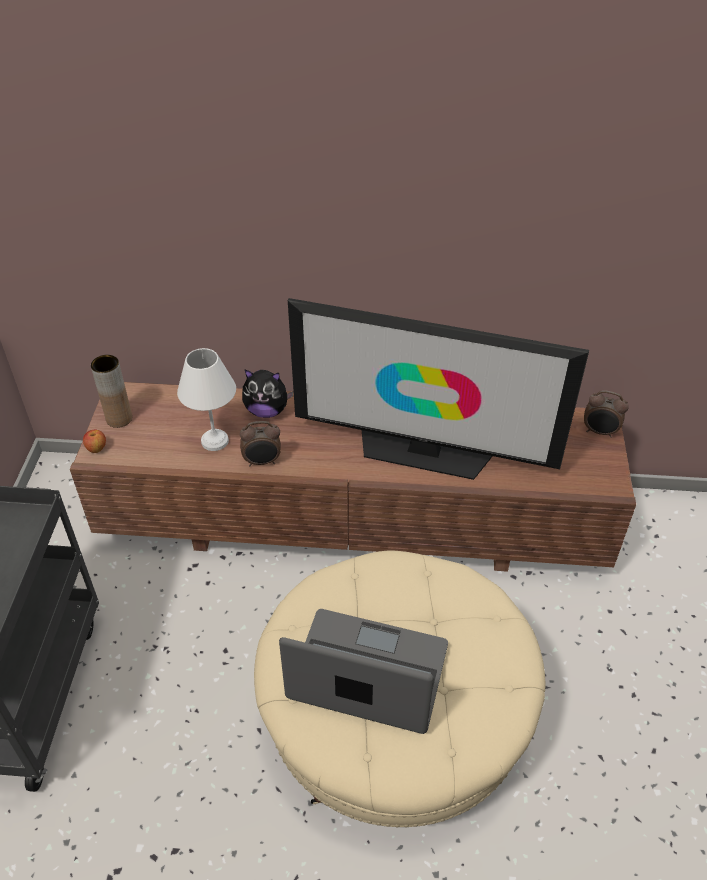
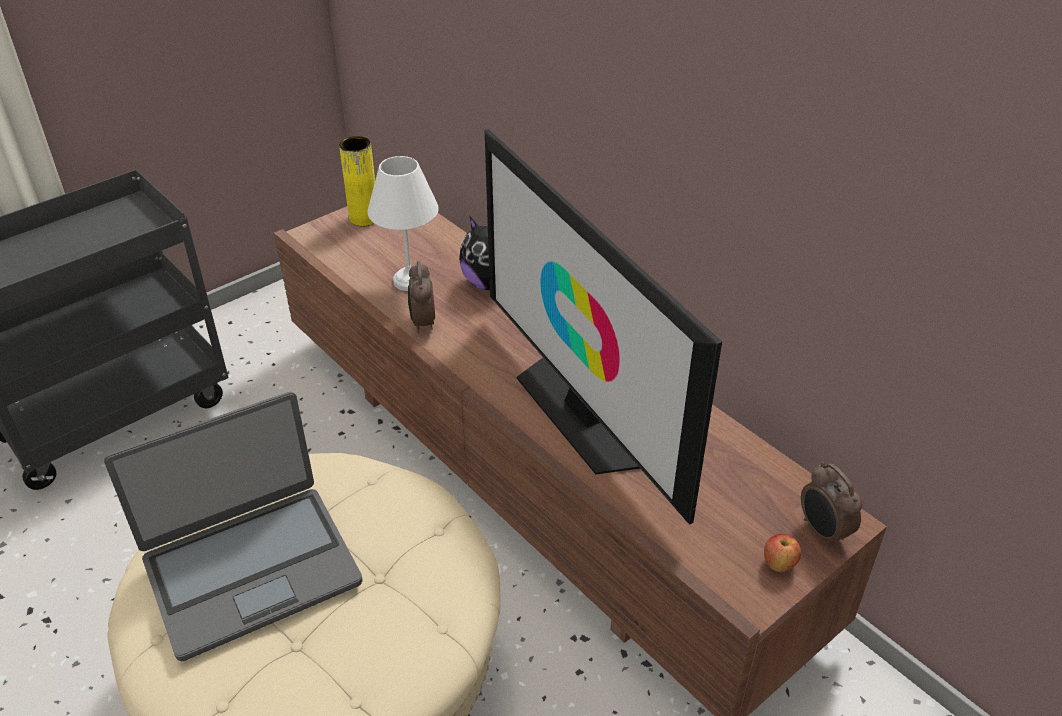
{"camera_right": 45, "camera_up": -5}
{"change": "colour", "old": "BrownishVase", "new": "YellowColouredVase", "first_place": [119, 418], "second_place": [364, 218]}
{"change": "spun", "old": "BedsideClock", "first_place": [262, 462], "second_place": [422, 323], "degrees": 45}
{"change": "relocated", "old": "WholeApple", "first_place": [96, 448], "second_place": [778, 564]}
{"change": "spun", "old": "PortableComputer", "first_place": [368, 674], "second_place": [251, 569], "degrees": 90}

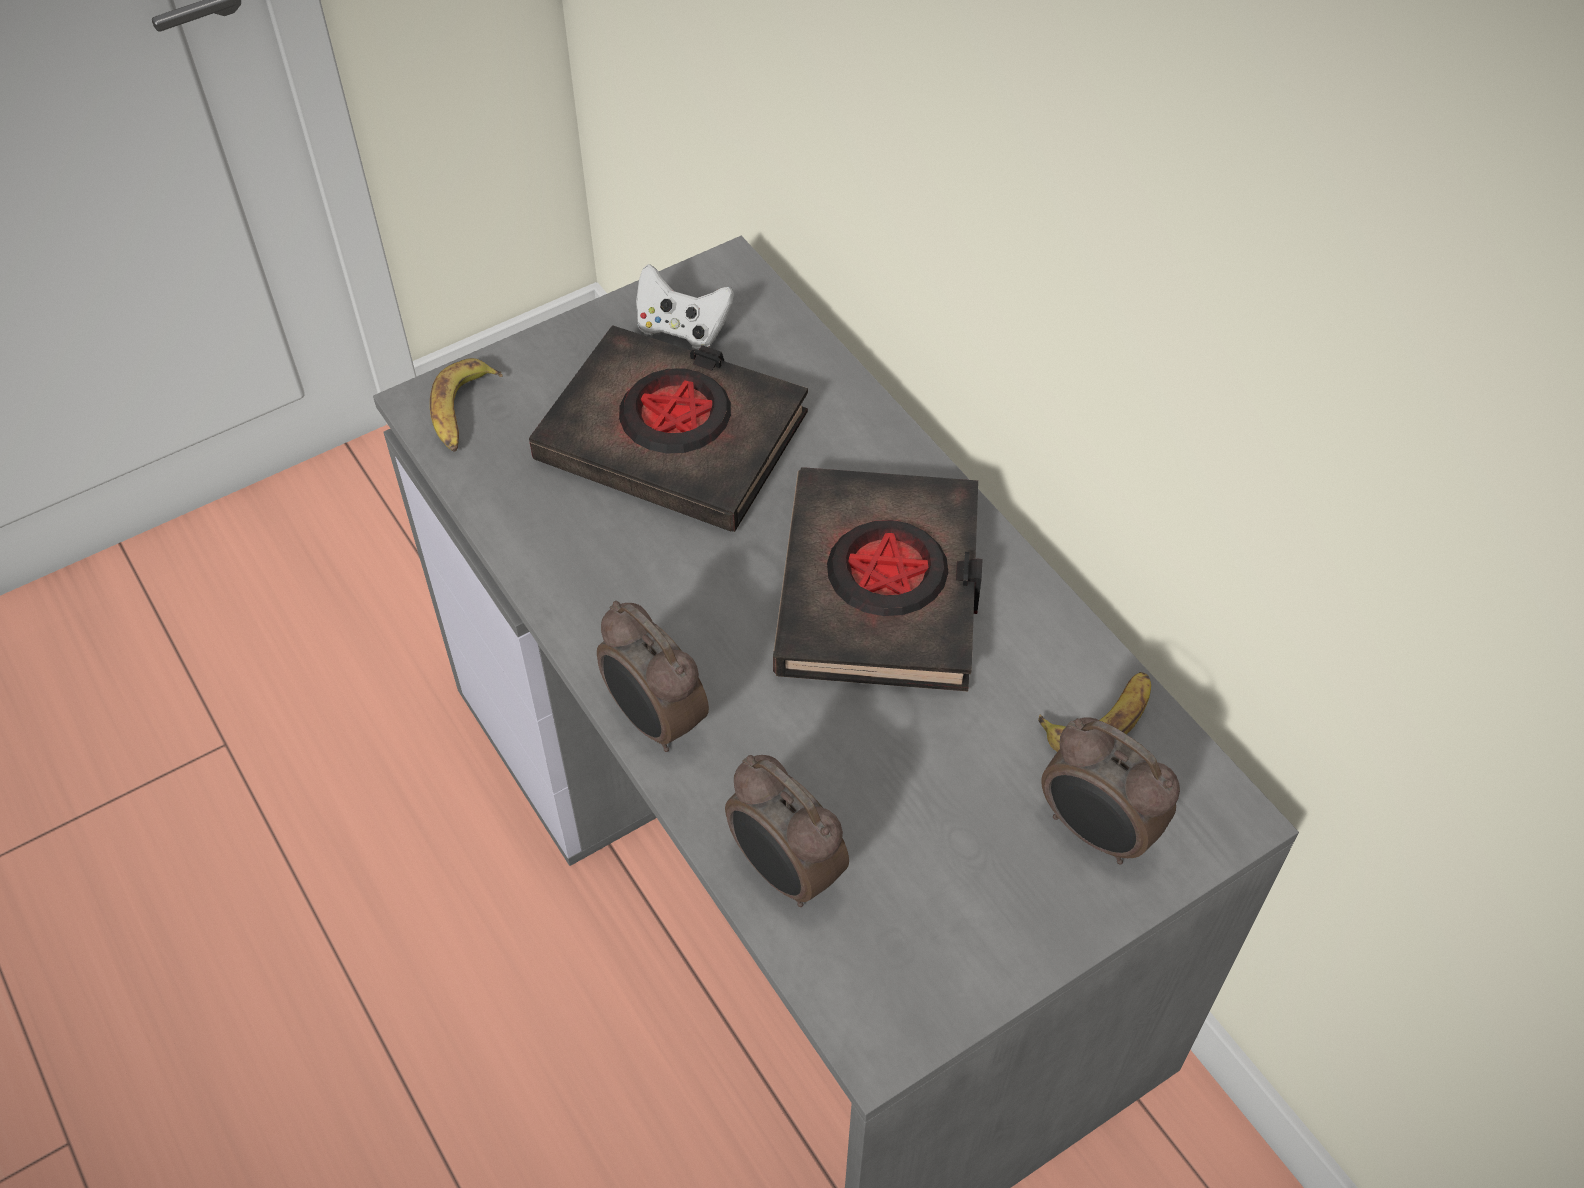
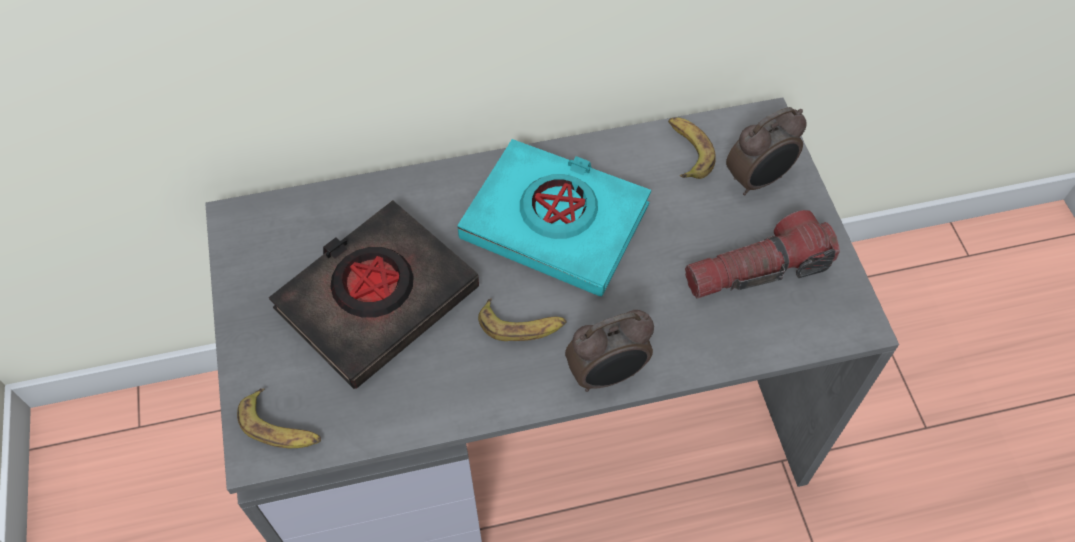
{"camera_right": -70, "camera_up": 5}
{"change": "missing", "old": "WhiteColouredGamepad", "first_place": [682, 329]}
{"change": "colour", "old": "BlackBook", "new": "TurquoiseColouredBook", "first_place": [881, 590], "second_place": [555, 222]}
{"change": "missing", "old": "BedsideClock", "first_place": [784, 872]}
{"change": "appeared", "new": "Flashlight", "second_place": [757, 270]}
{"change": "appeared", "new": "WholeBanana", "second_place": [522, 325]}

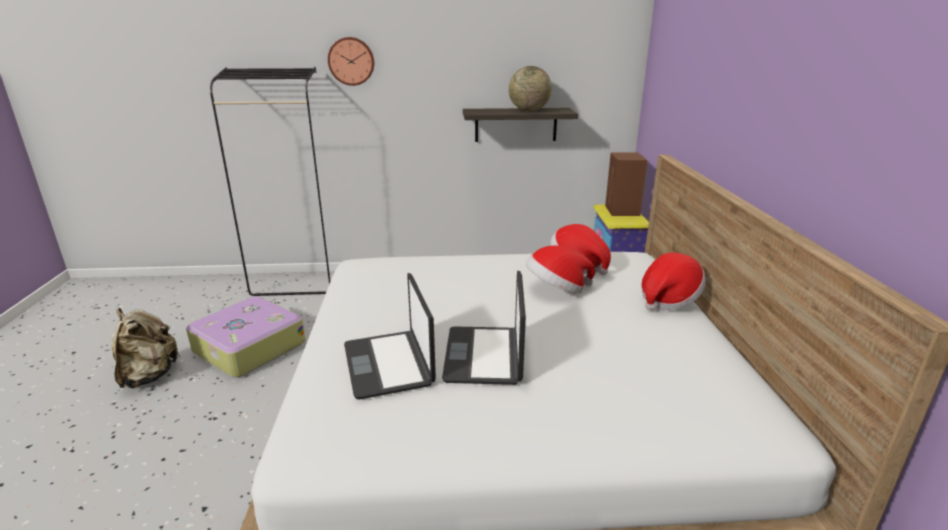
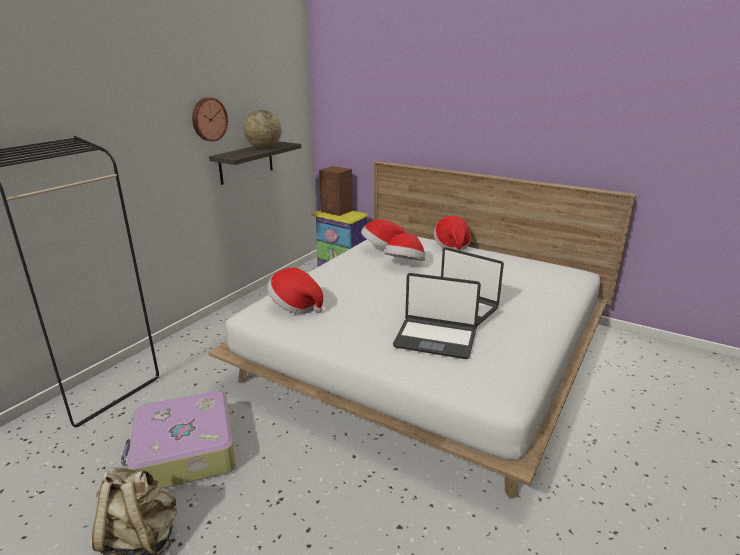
{"camera_right": -55, "camera_up": 0}
{"change": "relocated", "old": "ClockOnTheWall", "first_place": [351, 61], "second_place": [208, 119]}
{"change": "appeared", "new": "Hat", "second_place": [295, 306]}

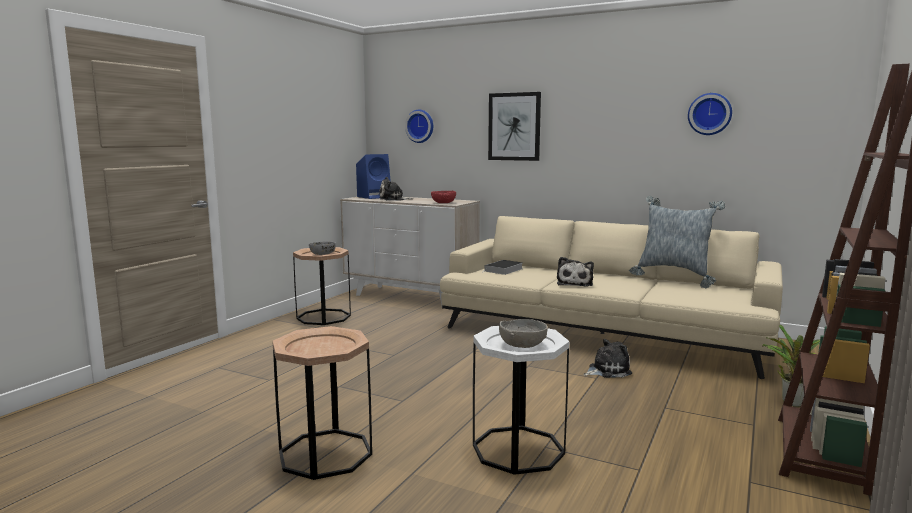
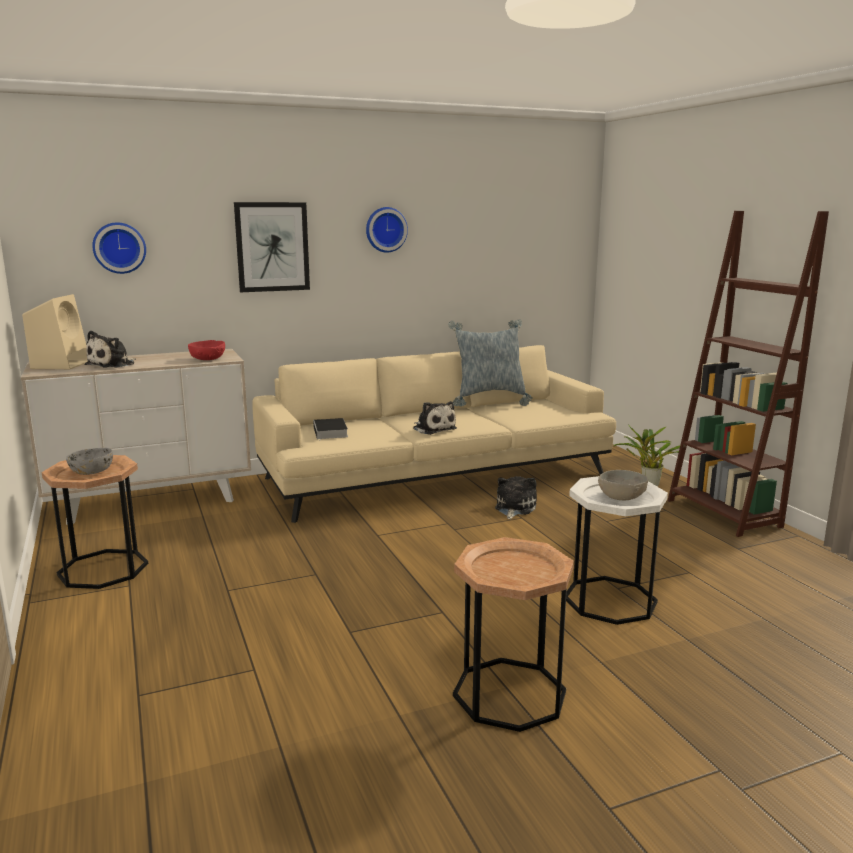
{"camera_right": -50, "camera_up": 5}
{"change": "relocated", "old": "ClockOnTheWall", "first_place": [710, 114], "second_place": [385, 229]}
{"change": "colour", "old": "BlueLoudspeaker", "new": "BeigeLoudspeaker", "first_place": [375, 197], "second_place": [61, 364]}

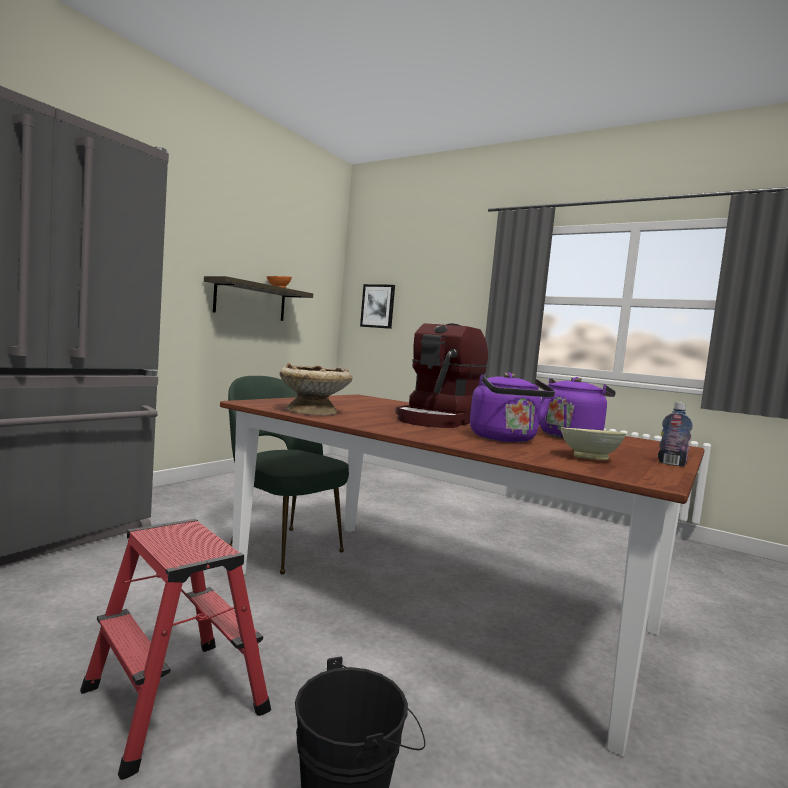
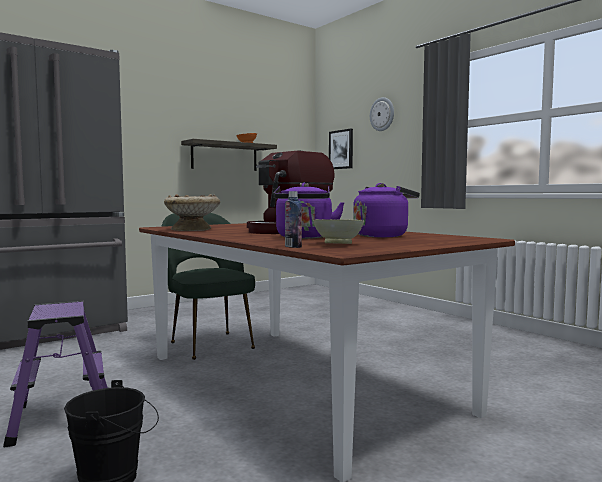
{"camera_right": 20, "camera_up": 0}
{"change": "relocated", "old": "Bottle", "first_place": [671, 464], "second_place": [293, 247]}
{"change": "colour", "old": "RedStepladder", "new": "PurpleColouredStepladder", "first_place": [175, 699], "second_place": [62, 417]}
{"change": "appeared", "new": "ClockOnTheWall", "second_place": [382, 114]}

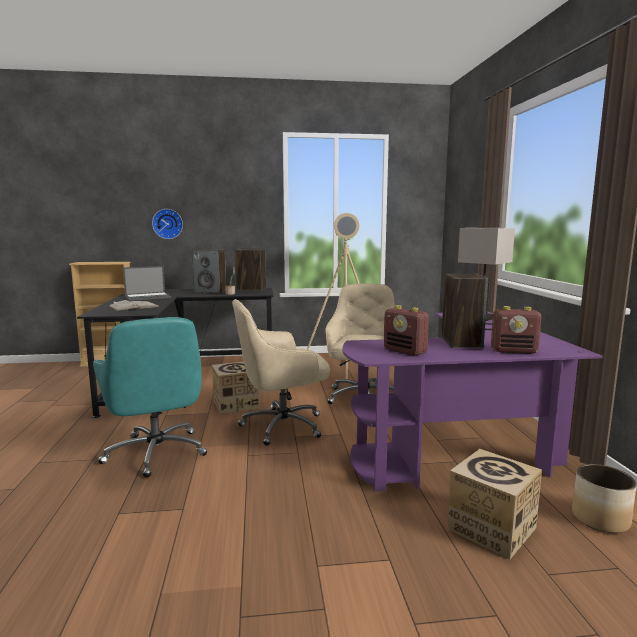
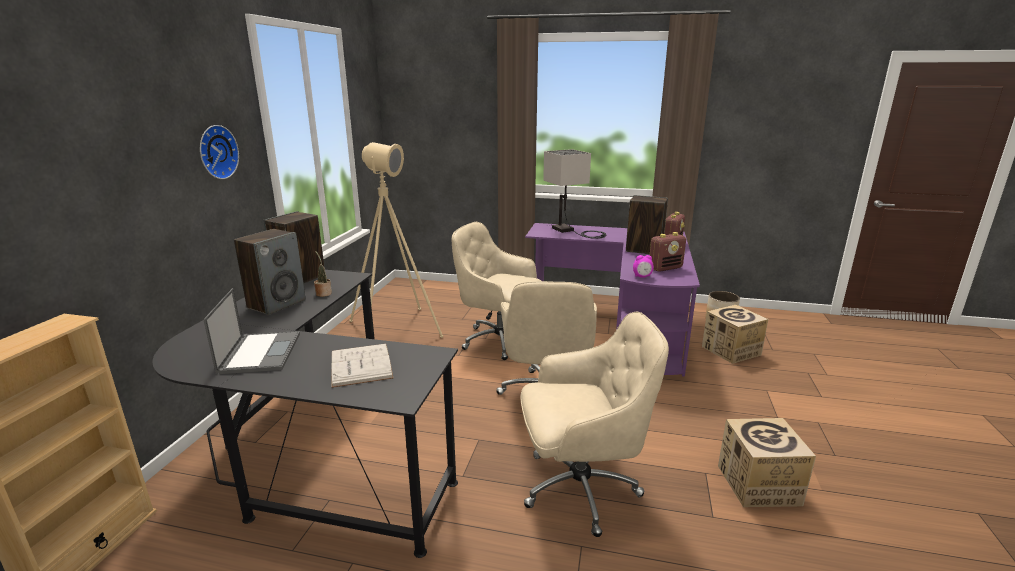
{"camera_right": -70, "camera_up": 10}
{"change": "relocated", "old": "ClockOnTheWall", "first_place": [168, 224], "second_place": [216, 152]}
{"change": "colour", "old": "TurquoiseColouredComputerChair", "new": "BeigeComputerChair", "first_place": [155, 452], "second_place": [580, 488]}
{"change": "relocated", "old": "PackingBox", "first_place": [235, 404], "second_place": [758, 485]}
{"change": "appeared", "new": "BedsideClock", "second_place": [642, 277]}

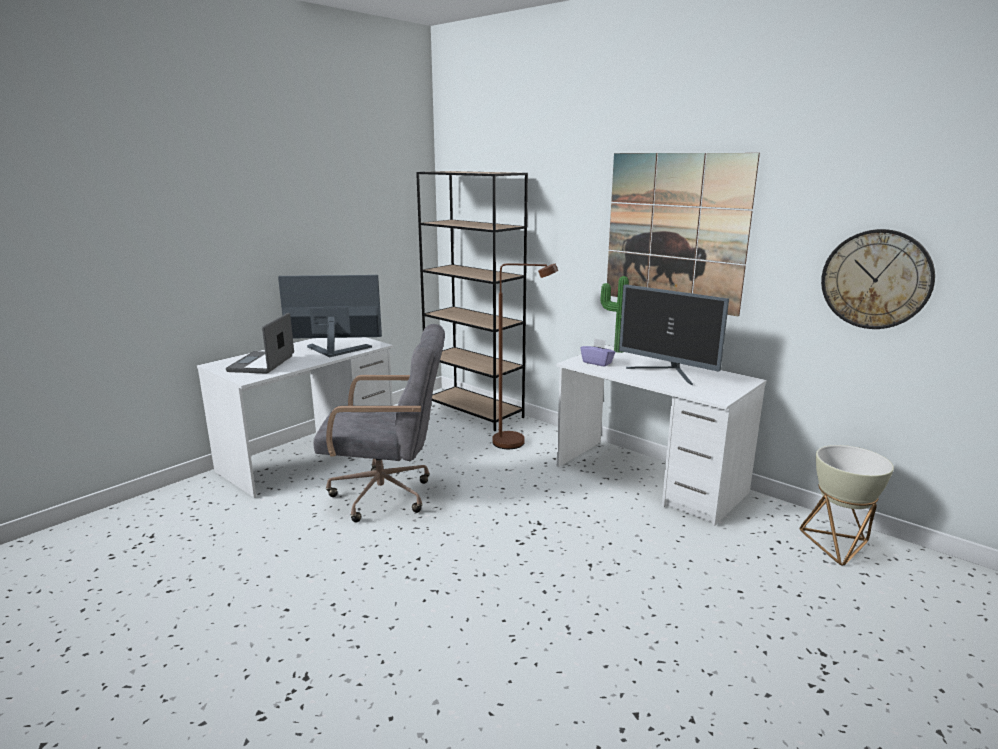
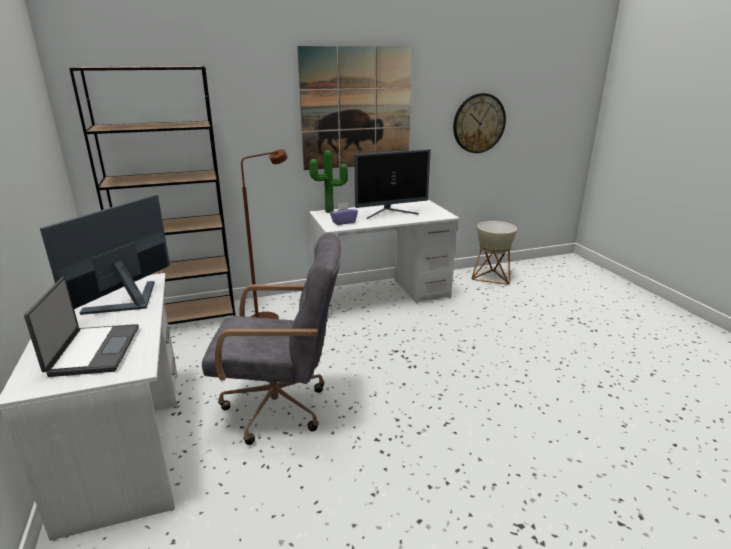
{"camera_right": -60, "camera_up": 5}
{"change": "spun", "old": "PortableComputer", "first_place": [263, 364], "second_place": [93, 351], "degrees": -135}
{"change": "spun", "old": "GrayComputerChair", "first_place": [387, 496], "second_place": [282, 409], "degrees": 60}

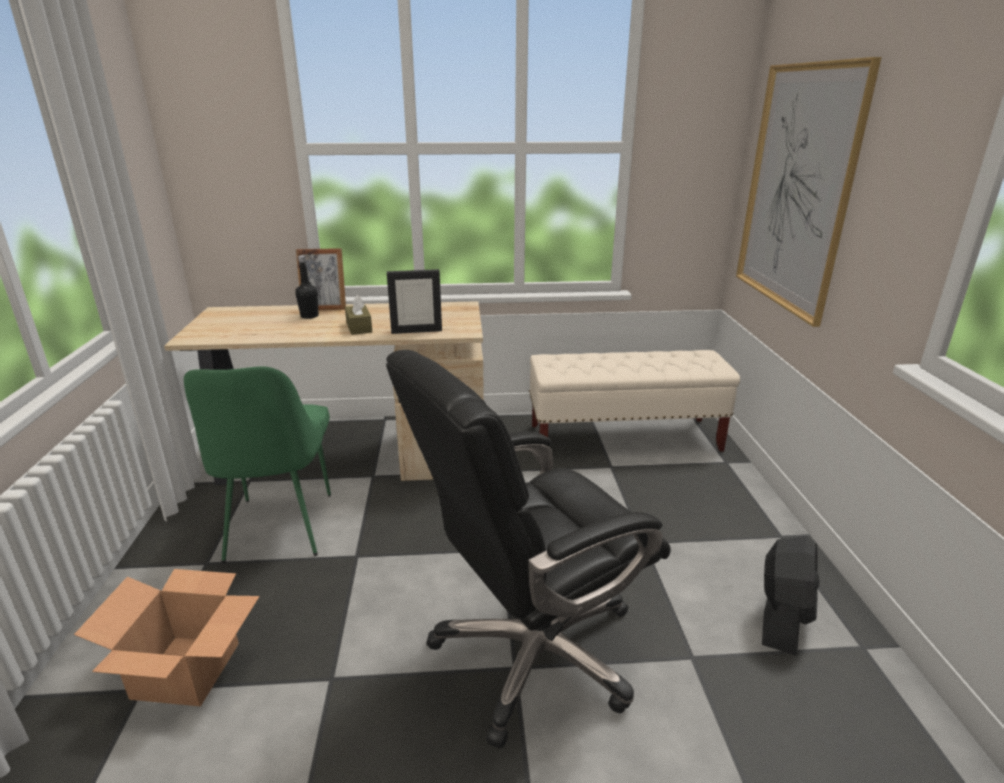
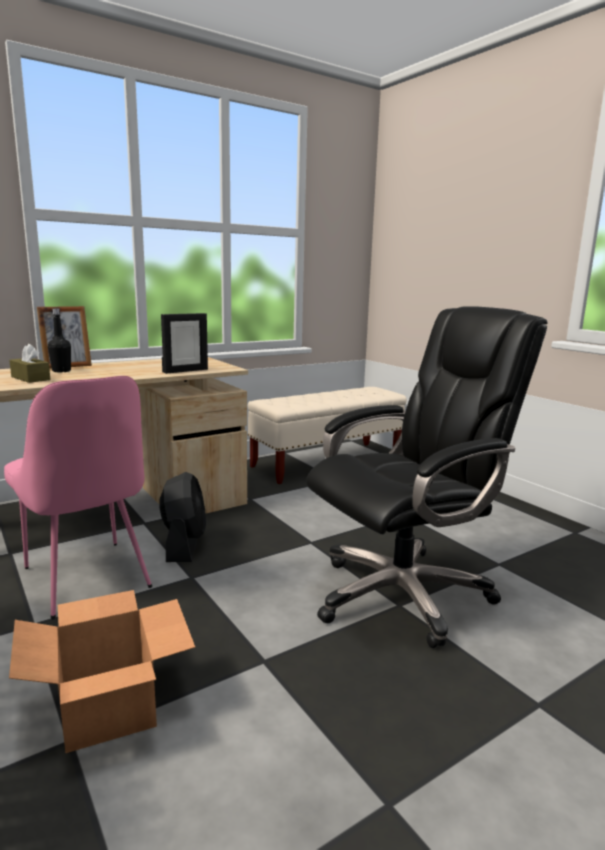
{"camera_right": -30, "camera_up": -10}
{"change": "missing", "old": "WallArt", "first_place": [797, 189]}
{"change": "relocated", "old": "BrownishTissueHolder", "first_place": [359, 327], "second_place": [30, 378]}
{"change": "spun", "old": "BlackComputerChair", "first_place": [534, 654], "second_place": [403, 593], "degrees": -150}
{"change": "colour", "old": "GreenishChair", "new": "PinkChair", "first_place": [280, 527], "second_place": [88, 577]}
{"change": "relocated", "old": "BlackElectricFan", "first_place": [782, 618], "second_place": [184, 544]}

